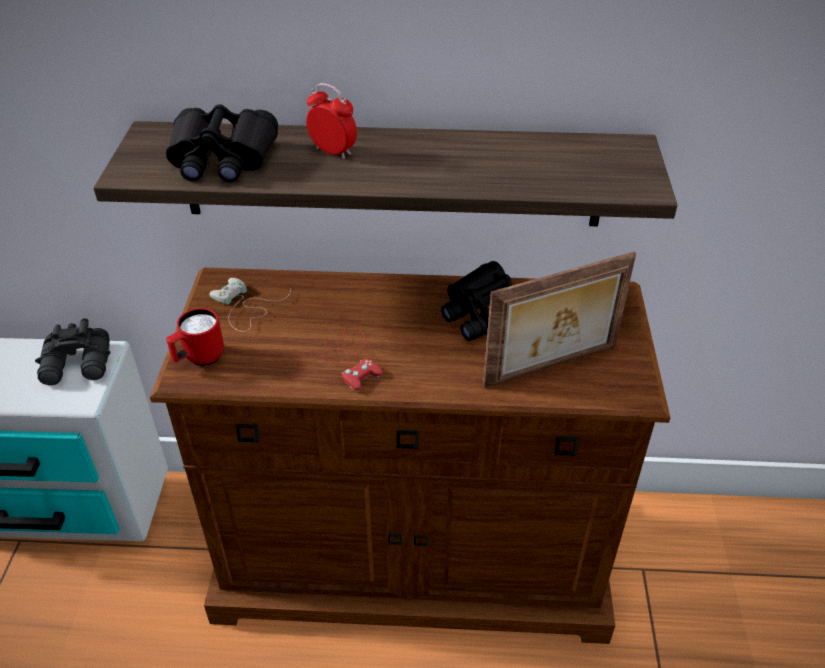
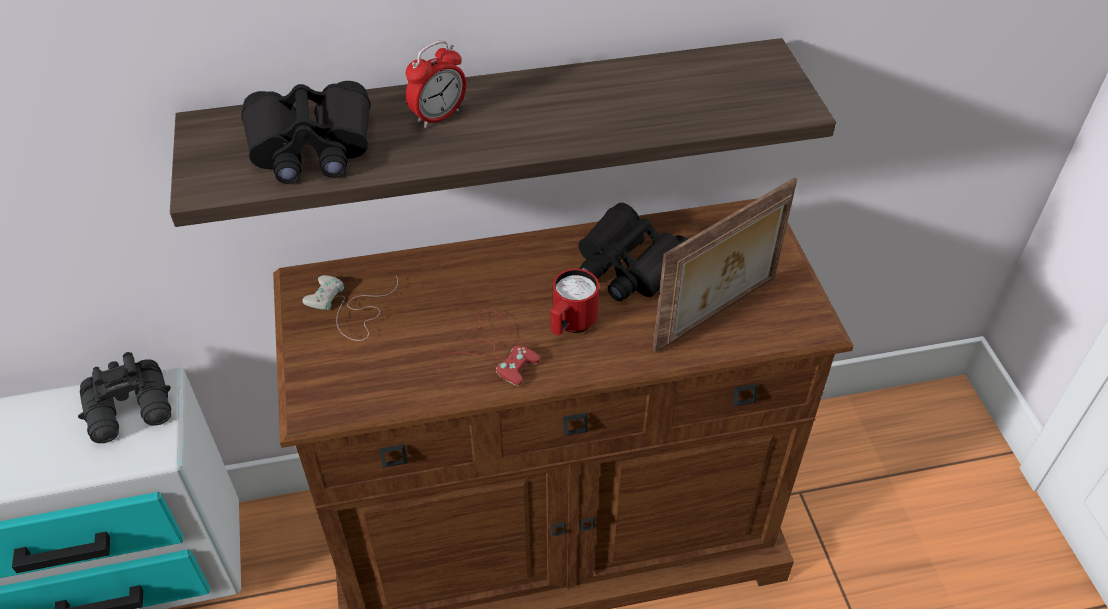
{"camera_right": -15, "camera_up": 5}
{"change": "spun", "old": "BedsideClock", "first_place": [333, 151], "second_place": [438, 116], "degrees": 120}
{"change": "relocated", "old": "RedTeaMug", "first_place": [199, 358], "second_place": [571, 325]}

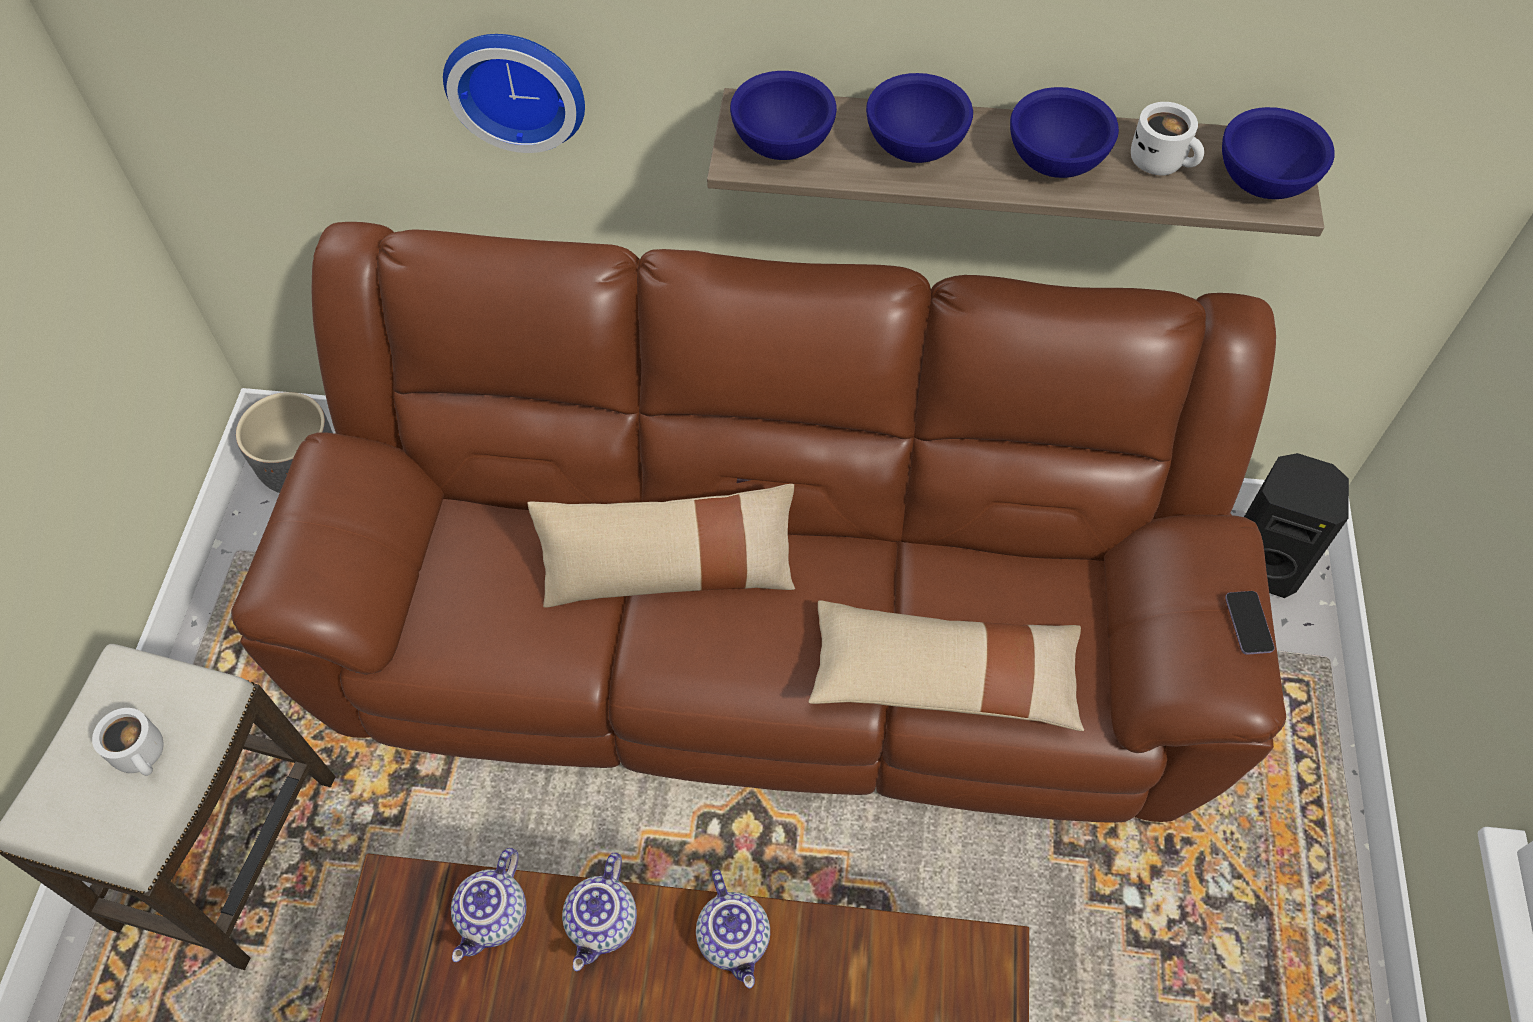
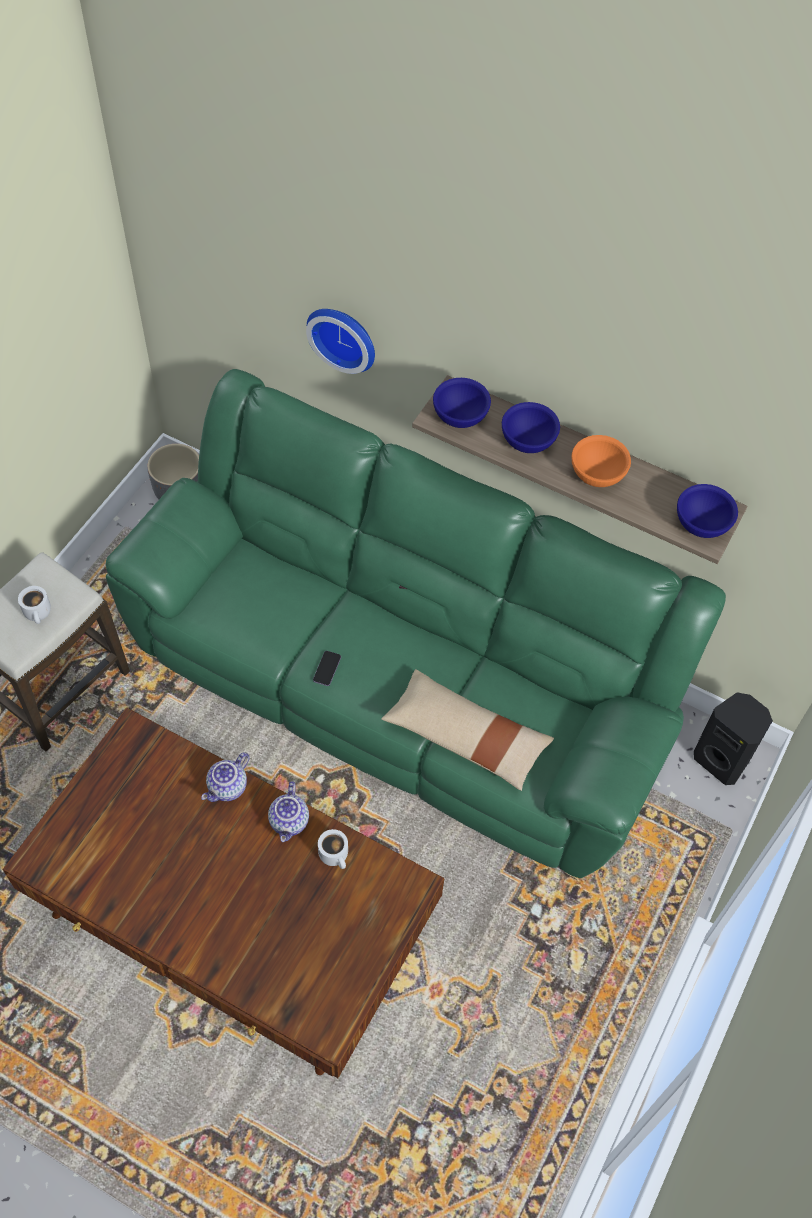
{"camera_right": 20, "camera_up": 0}
{"change": "colour", "old": "BlueServingBowl", "new": "OrangeColouredServingBowl", "first_place": [1054, 163], "second_place": [596, 476]}
{"change": "relocated", "old": "WhiteColouredTeaMug", "first_place": [1162, 161], "second_place": [335, 855]}
{"change": "colour", "old": "BrownishSettee", "new": "GreenishSettee", "first_place": [766, 630], "second_place": [401, 683]}
{"change": "missing", "old": "BeigeCushion", "first_place": [669, 573]}
{"change": "relocated", "old": "Handset", "first_place": [1248, 623], "second_place": [327, 669]}
{"change": "missing", "old": "PotForTea", "first_place": [495, 917]}

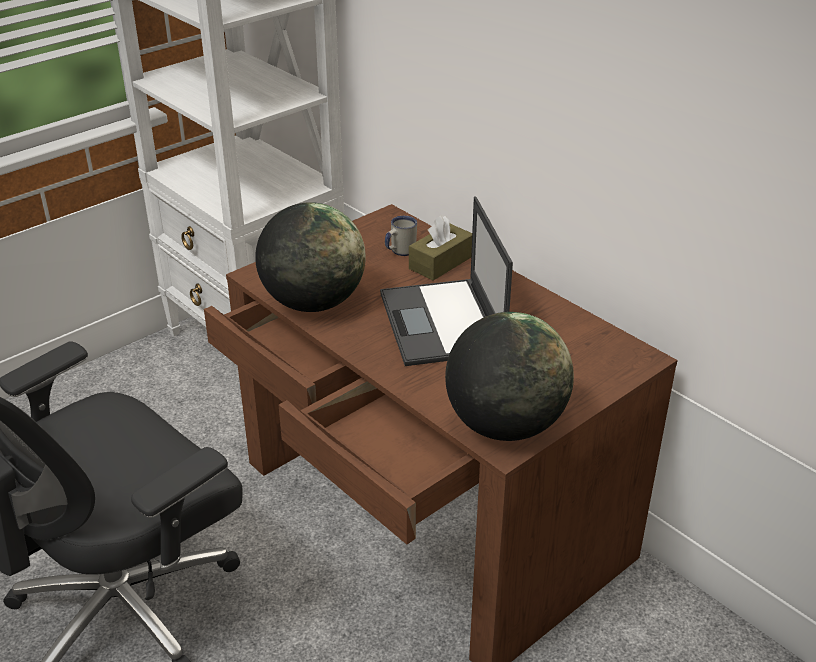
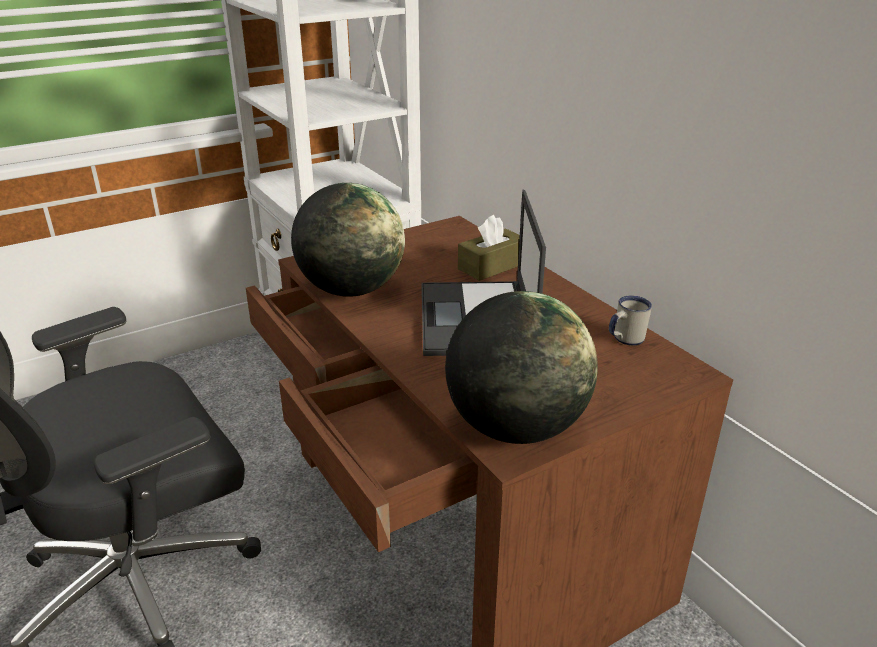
{"camera_right": 10, "camera_up": -5}
{"change": "relocated", "old": "WhiteColouredTeaMug", "first_place": [399, 252], "second_place": [624, 339]}

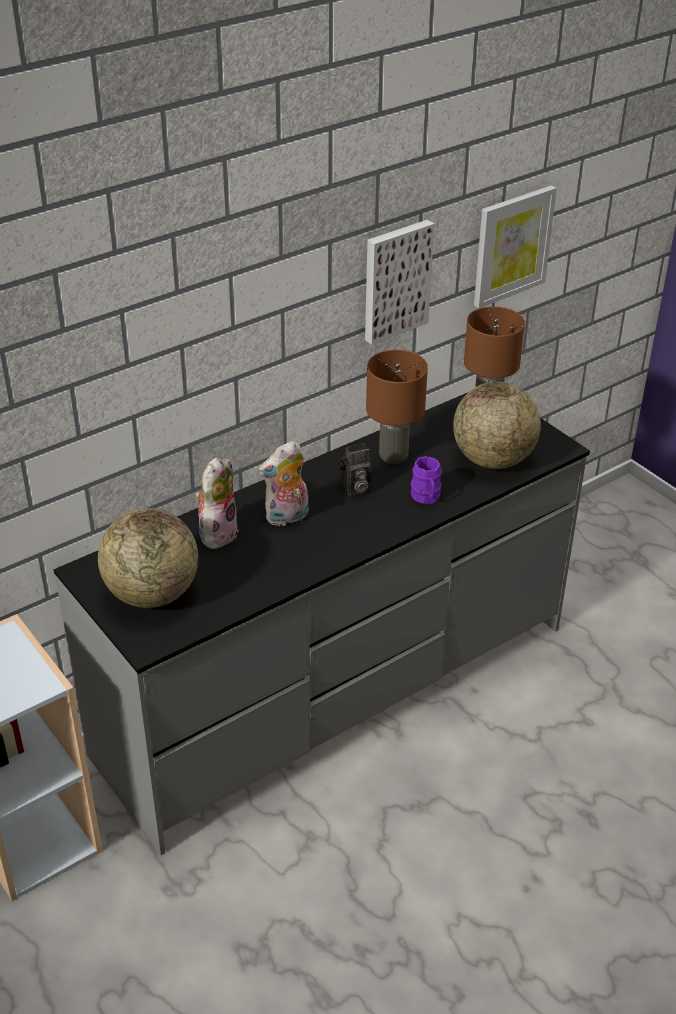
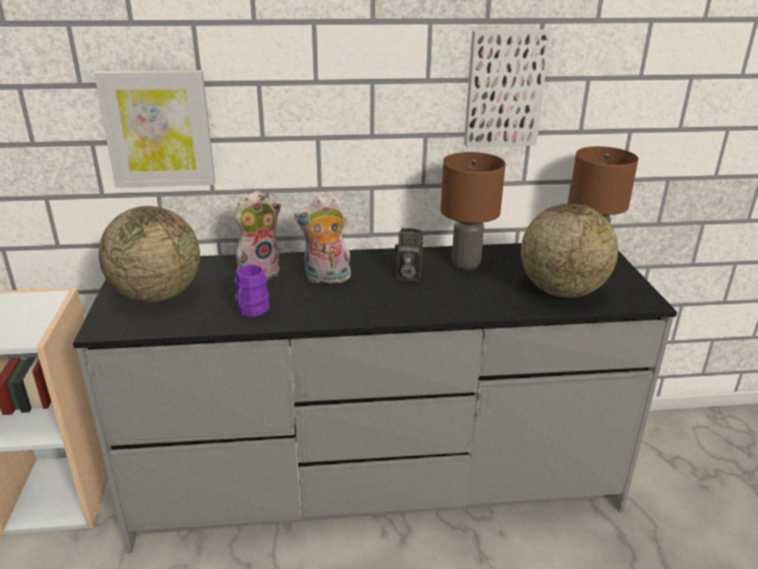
{"camera_right": 30, "camera_up": -10}
{"change": "relocated", "old": "WallArt", "first_place": [512, 245], "second_place": [158, 129]}
{"change": "relocated", "old": "PurpleColouredTeaMug", "first_place": [426, 498], "second_place": [251, 311]}

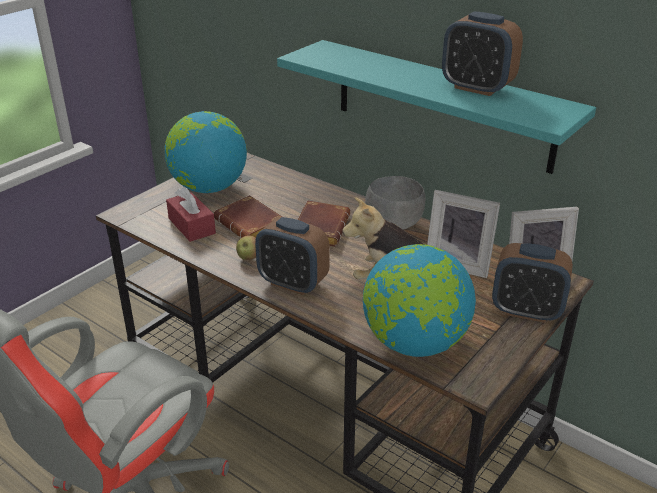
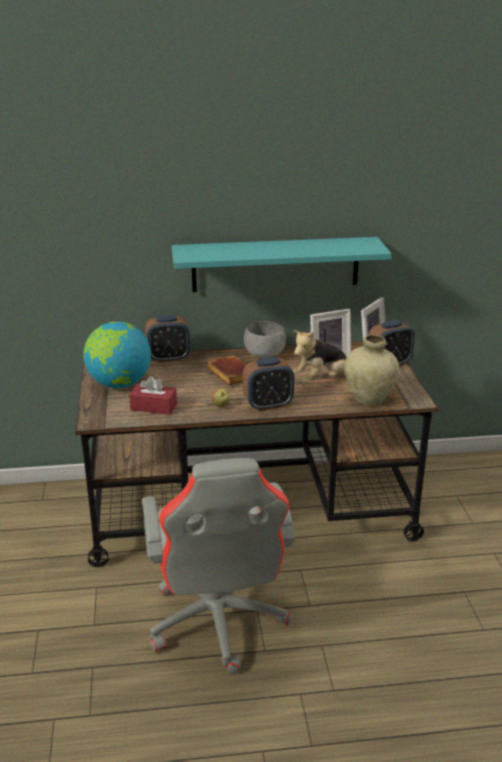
{"camera_right": -45, "camera_up": -5}
{"change": "relocated", "old": "BedsideClock", "first_place": [477, 88], "second_place": [168, 358]}
{"change": "missing", "old": "BrownishBook", "first_place": [252, 225]}
{"change": "exchanged", "old": "Globe", "new": "BeigeVase", "first_place": [414, 343], "second_place": [369, 399]}

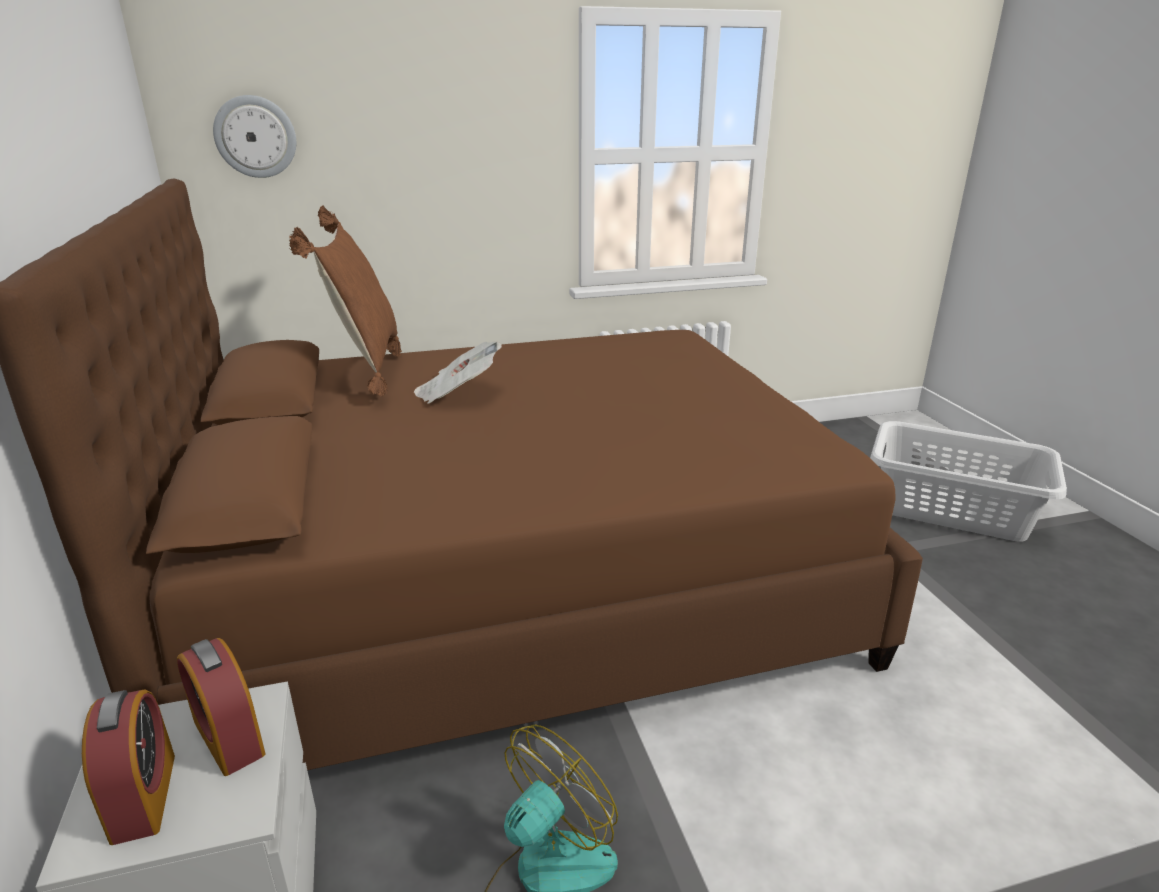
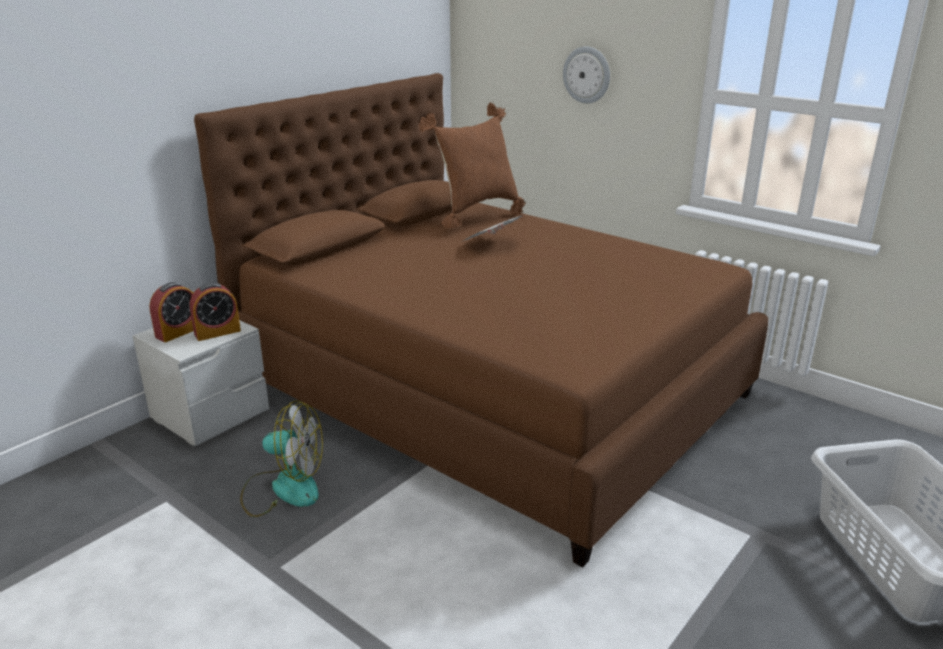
{"camera_right": 55, "camera_up": 0}
{"change": "relocated", "old": "ClockOnTheWall", "first_place": [255, 137], "second_place": [587, 75]}
{"change": "spun", "old": "BedsideClock", "first_place": [229, 738], "second_place": [217, 332], "degrees": -135}

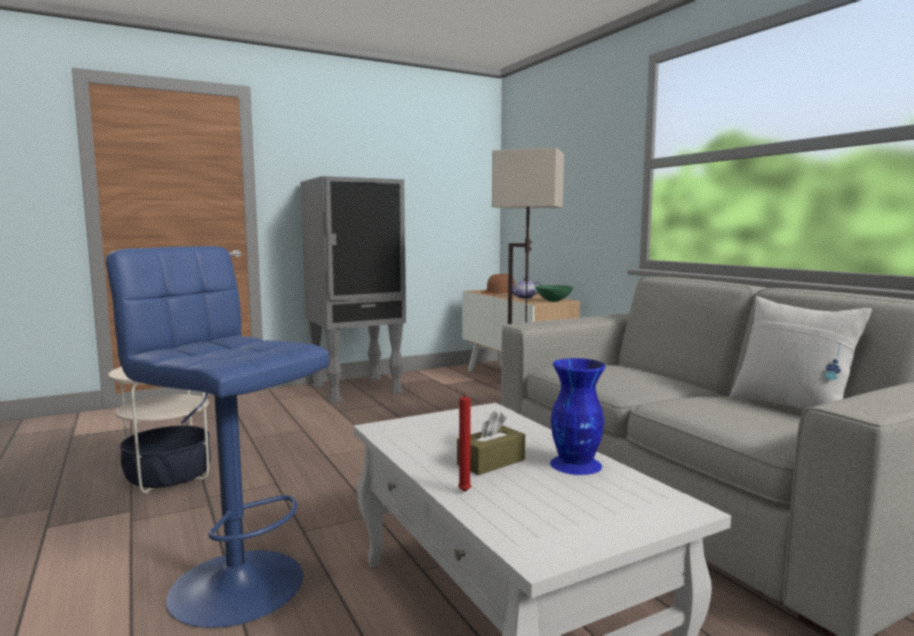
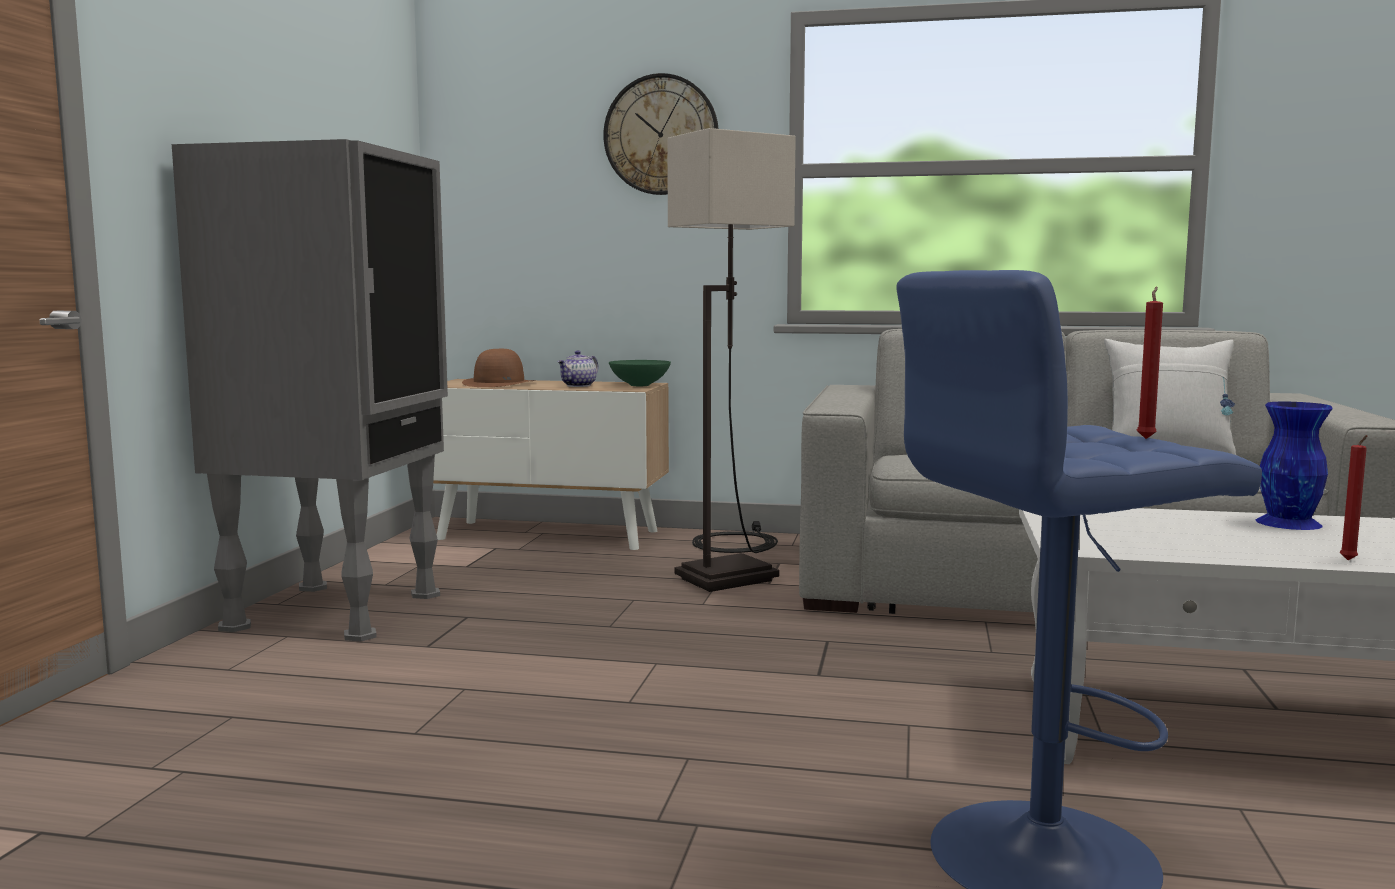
{"camera_right": -50, "camera_up": 0}
{"change": "missing", "old": "BeigeAccentTable", "first_place": [169, 478]}
{"change": "missing", "old": "BrownishTissueHolder", "first_place": [491, 462]}
{"change": "appeared", "new": "ClockOnTheWall", "second_place": [661, 135]}
{"change": "appeared", "new": "RedWaxLight", "second_place": [1146, 438]}

